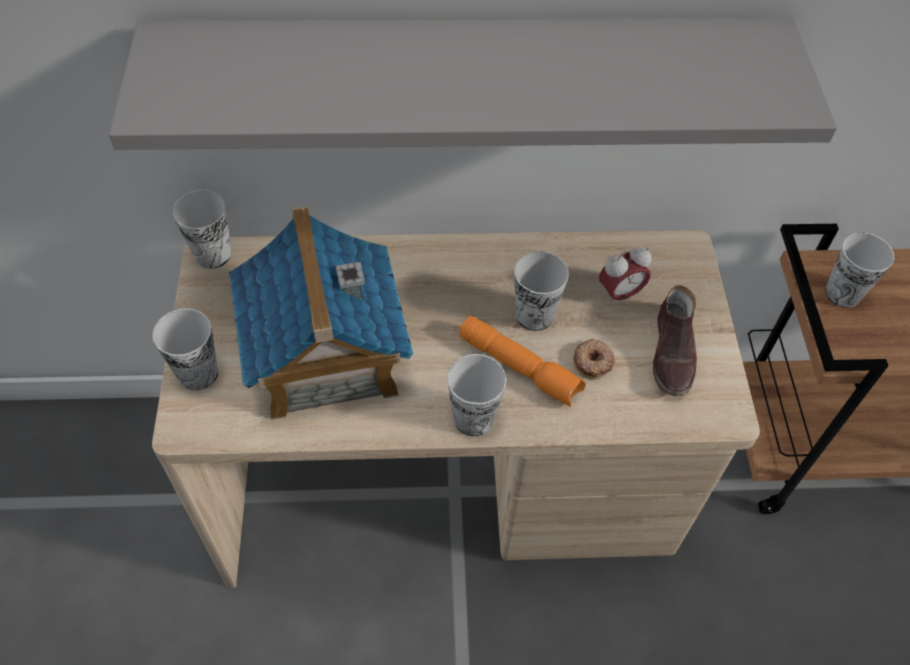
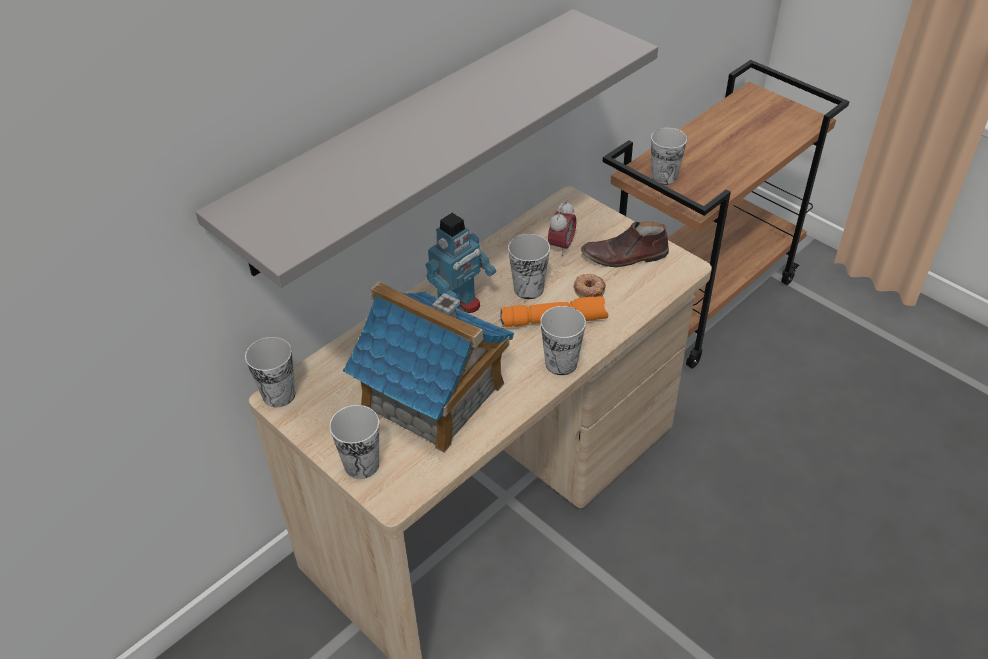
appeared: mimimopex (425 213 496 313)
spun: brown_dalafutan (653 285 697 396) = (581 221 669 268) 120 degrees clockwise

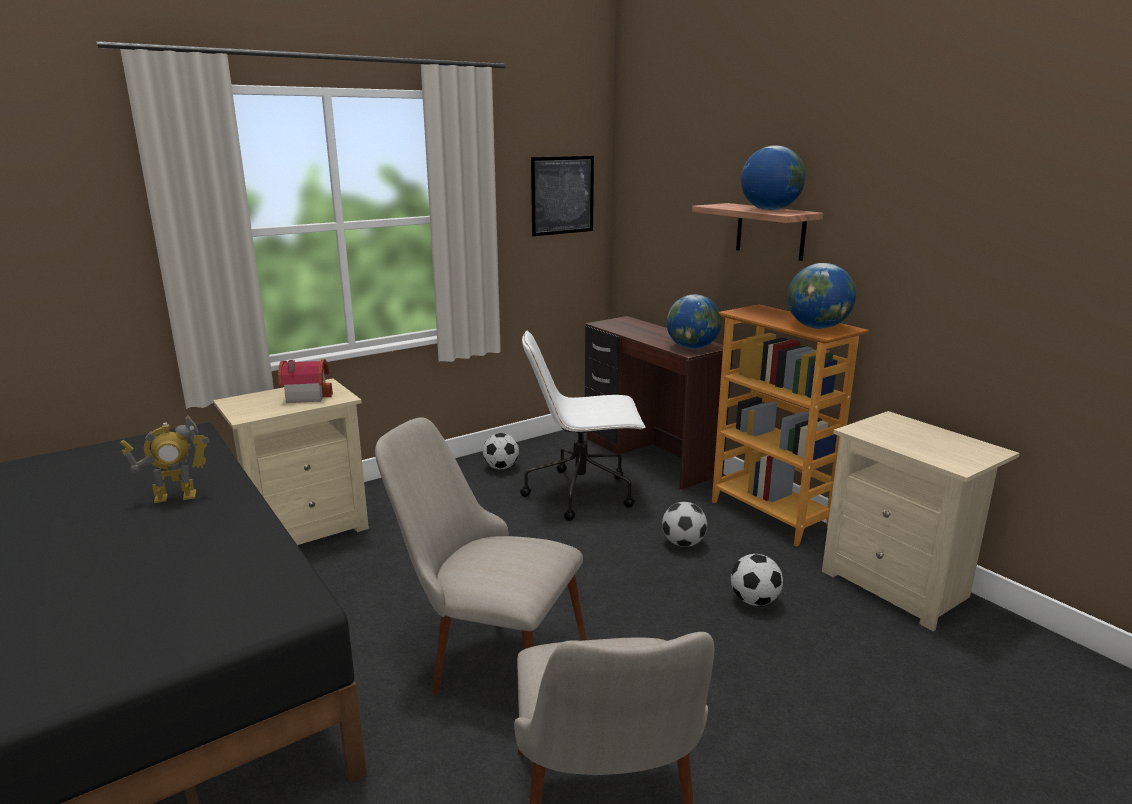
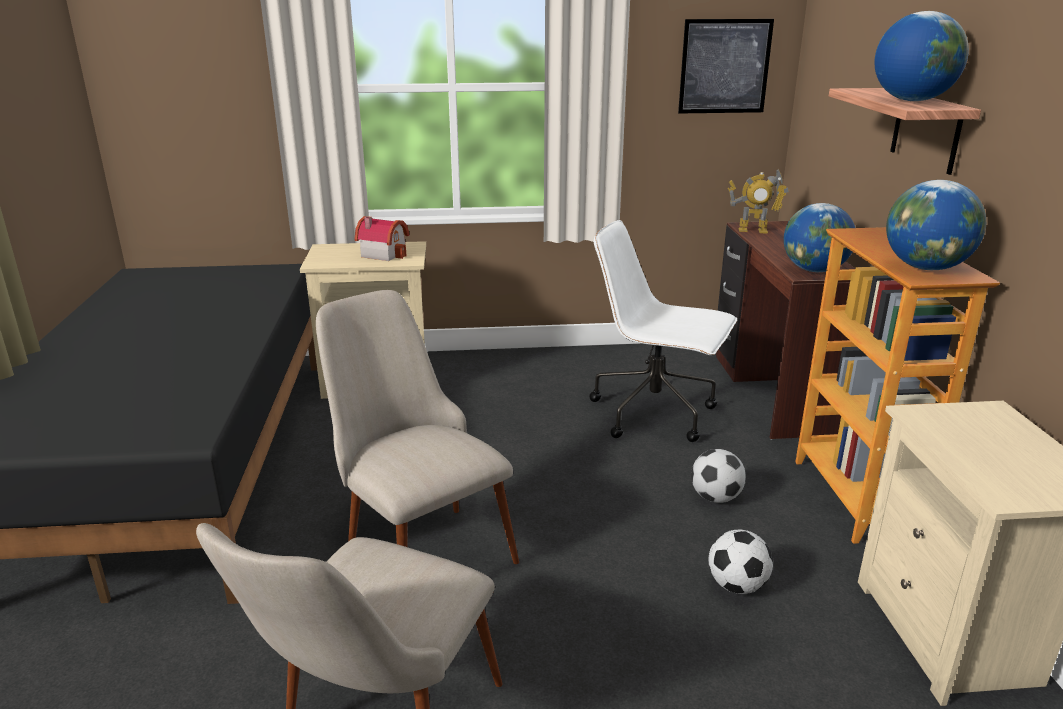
missing: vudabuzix (483 433 519 469)
relocated: mimimopex (120 415 210 503) to (728 168 789 234)

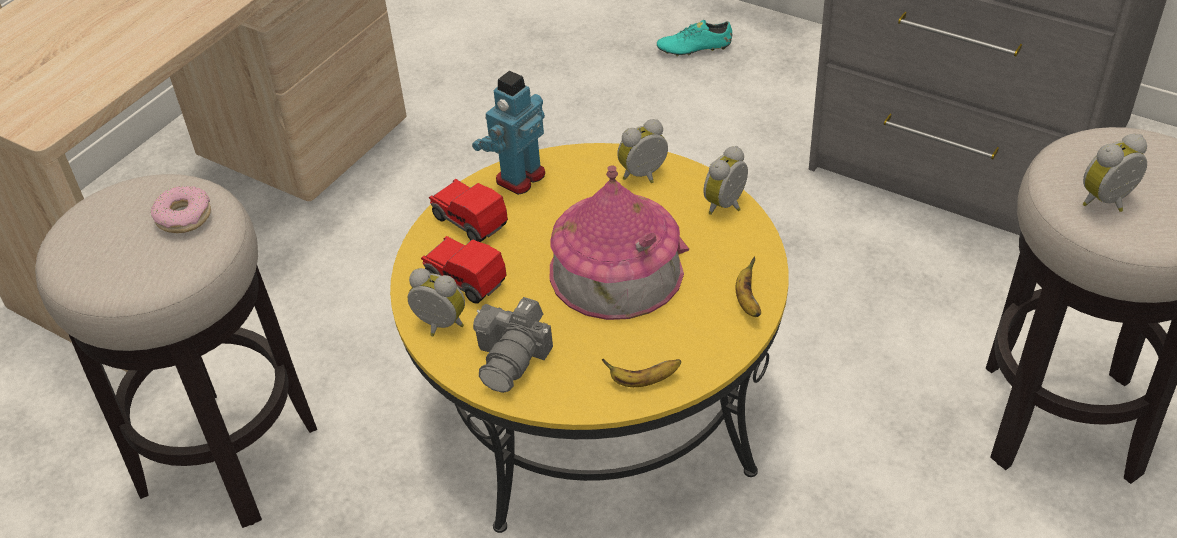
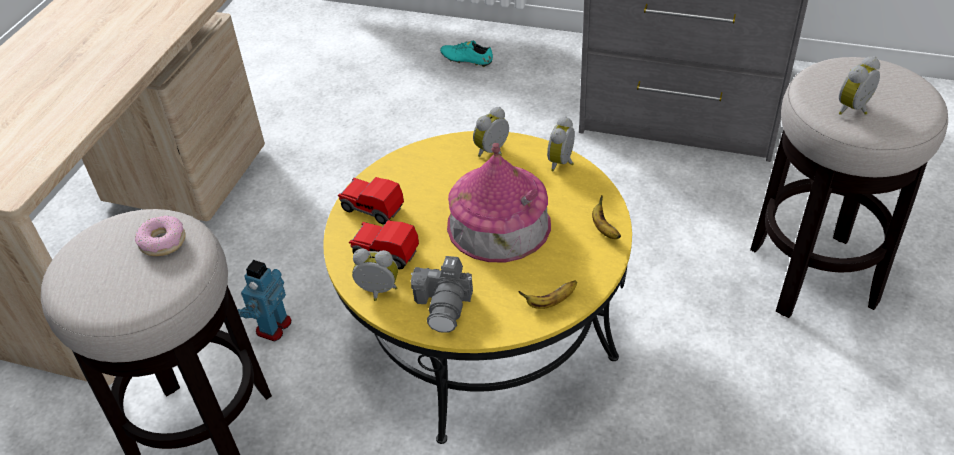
relocated: mimimopex (472 71 545 195) to (238 260 291 342)
spun: turquoise_dalafutan (657 20 732 56) = (440 41 493 67) 45 degrees clockwise

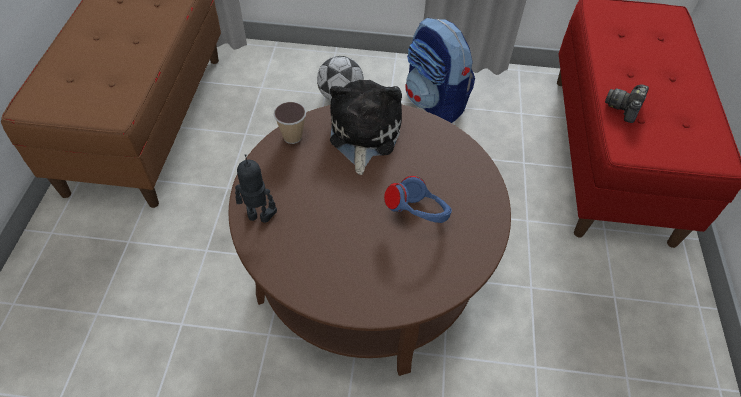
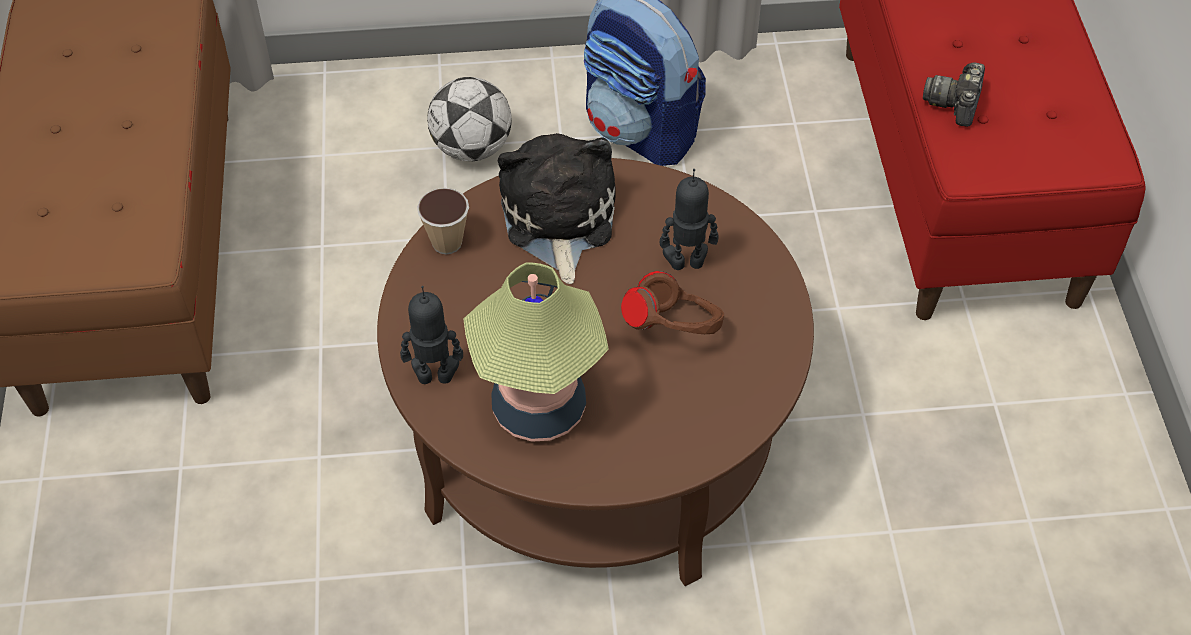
appeared: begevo (463 262 609 442); mimimopex (660 169 718 270)
colour: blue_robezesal (384 176 452 223) to brown_robezesal (621 271 724 334)

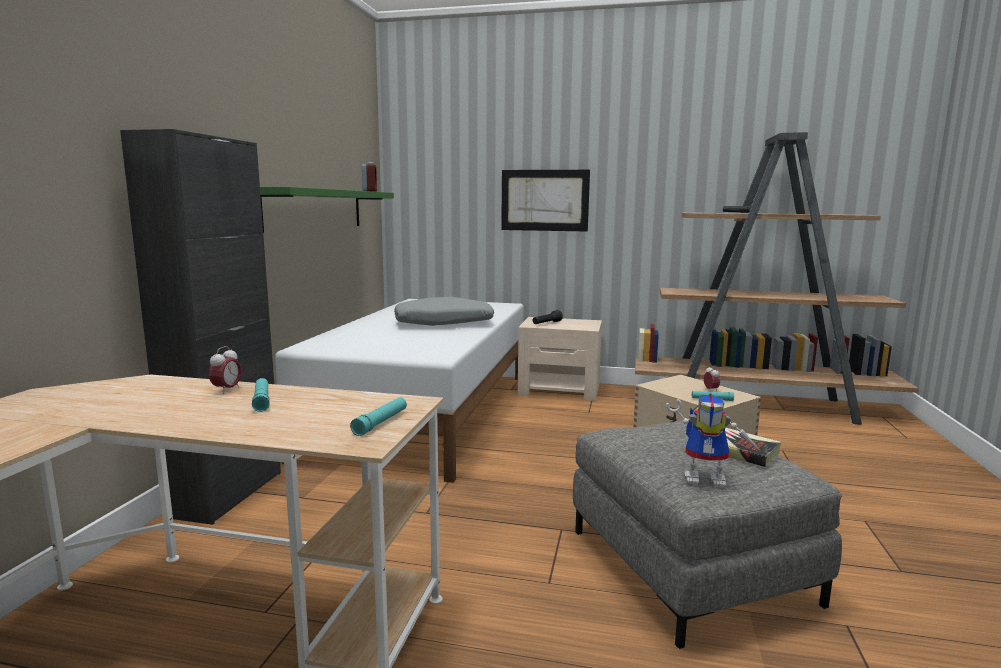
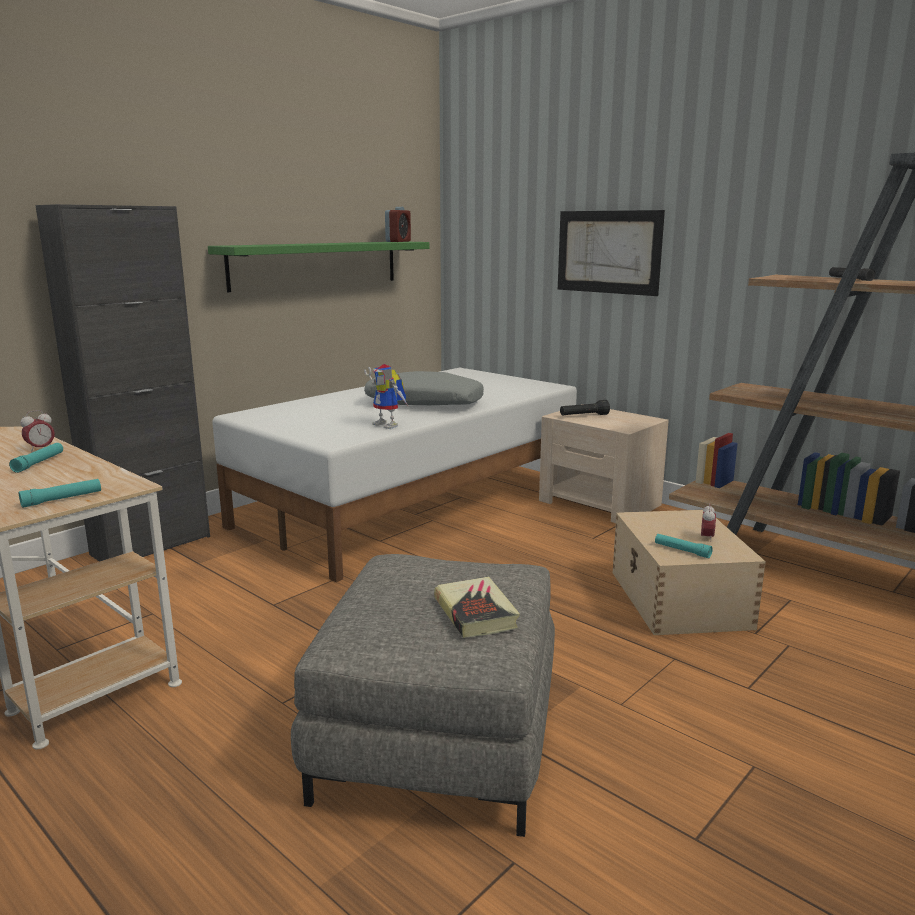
relocated: mimimopex (666 393 759 487) to (364 364 409 429)

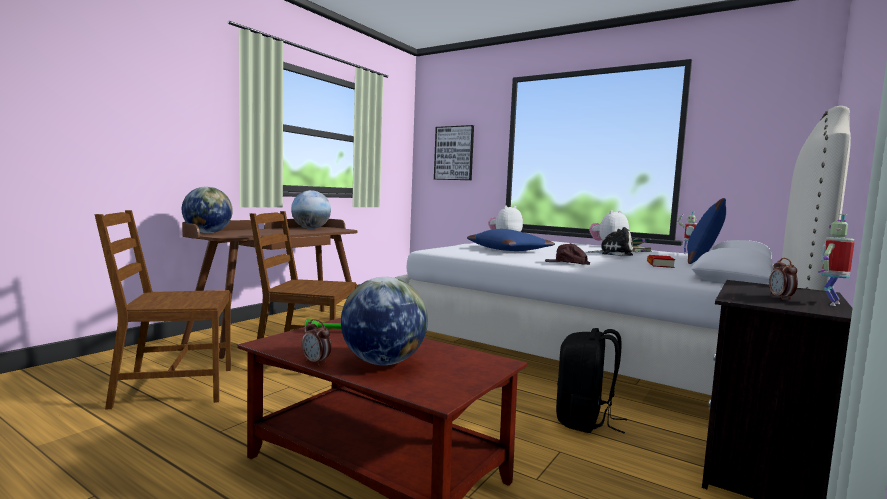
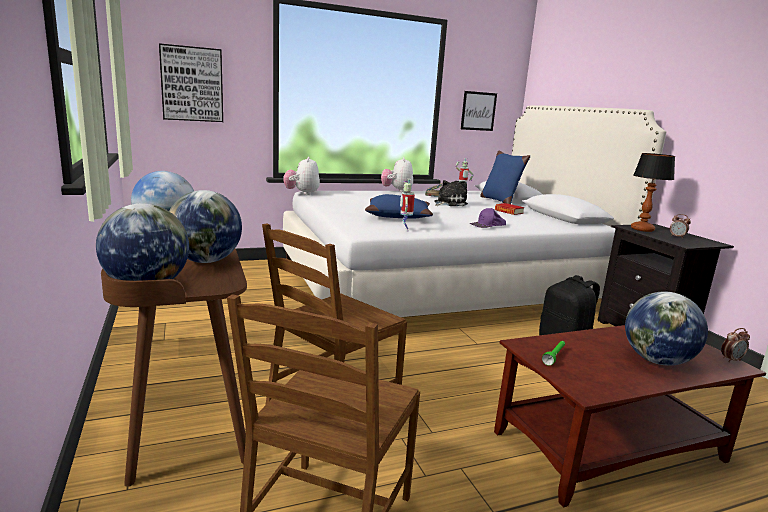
appeared: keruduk (169 190 242 263); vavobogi (461 91 497 131); begevo (631 153 675 232)
relocated: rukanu (302 319 331 366) to (721 328 750 362); mimimopex (818 214 854 306) to (400 179 415 231)
colour: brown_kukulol (545 243 590 265) to purple_kukulol (470 208 506 228)

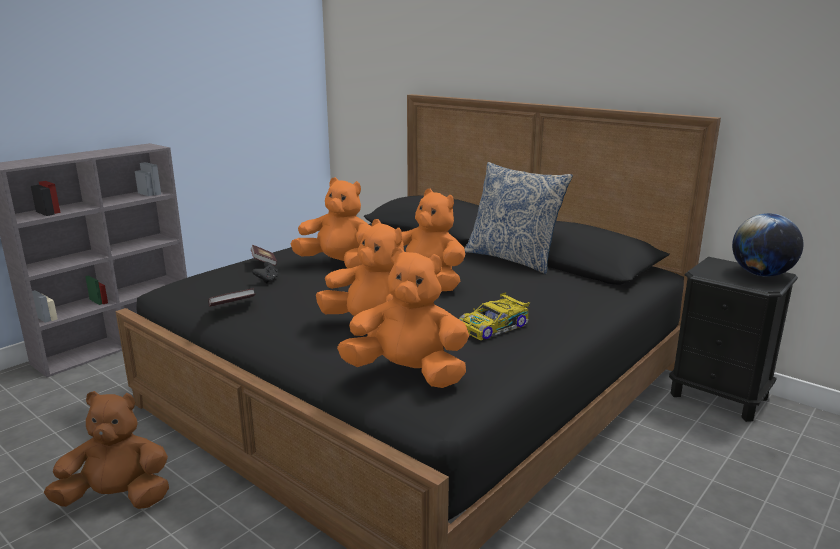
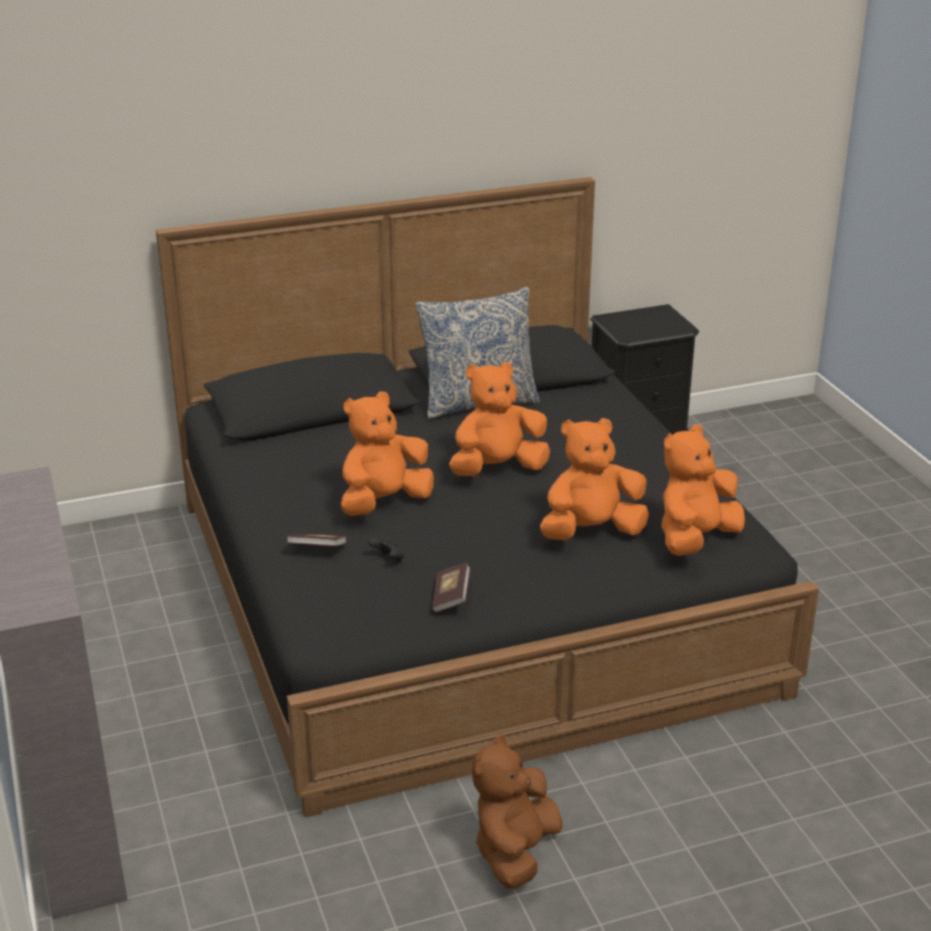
missing: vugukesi (459 292 530 340); keruduk (732 213 803 277)

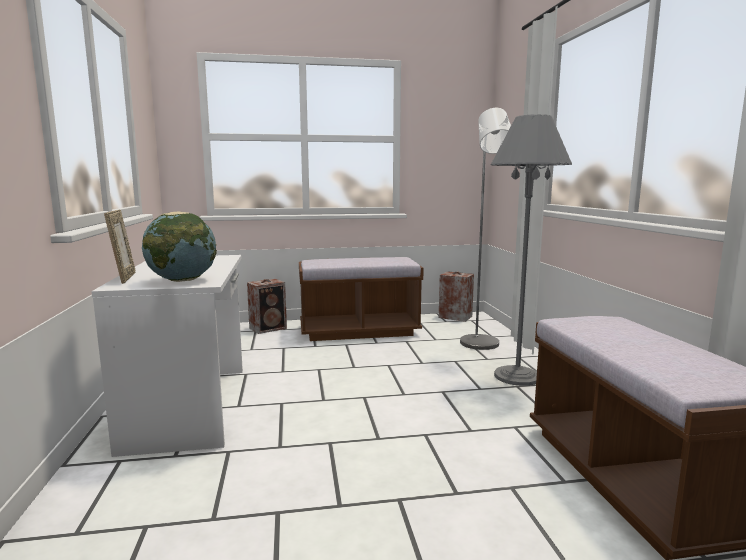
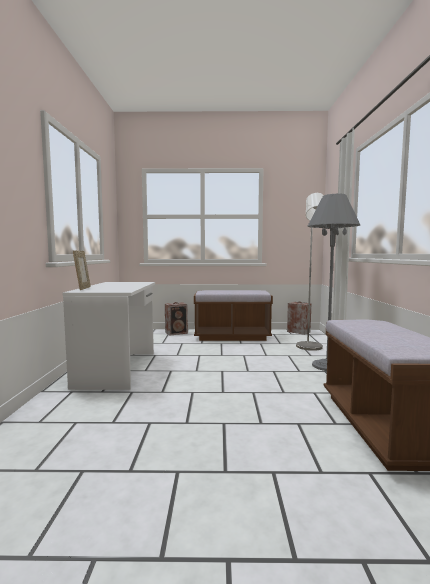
missing: keruduk (142 212 217 282)

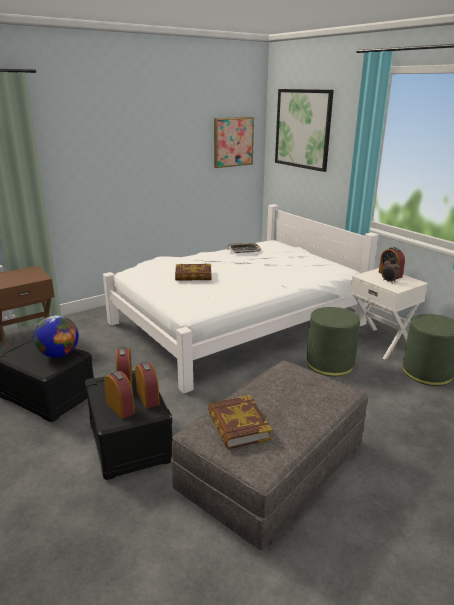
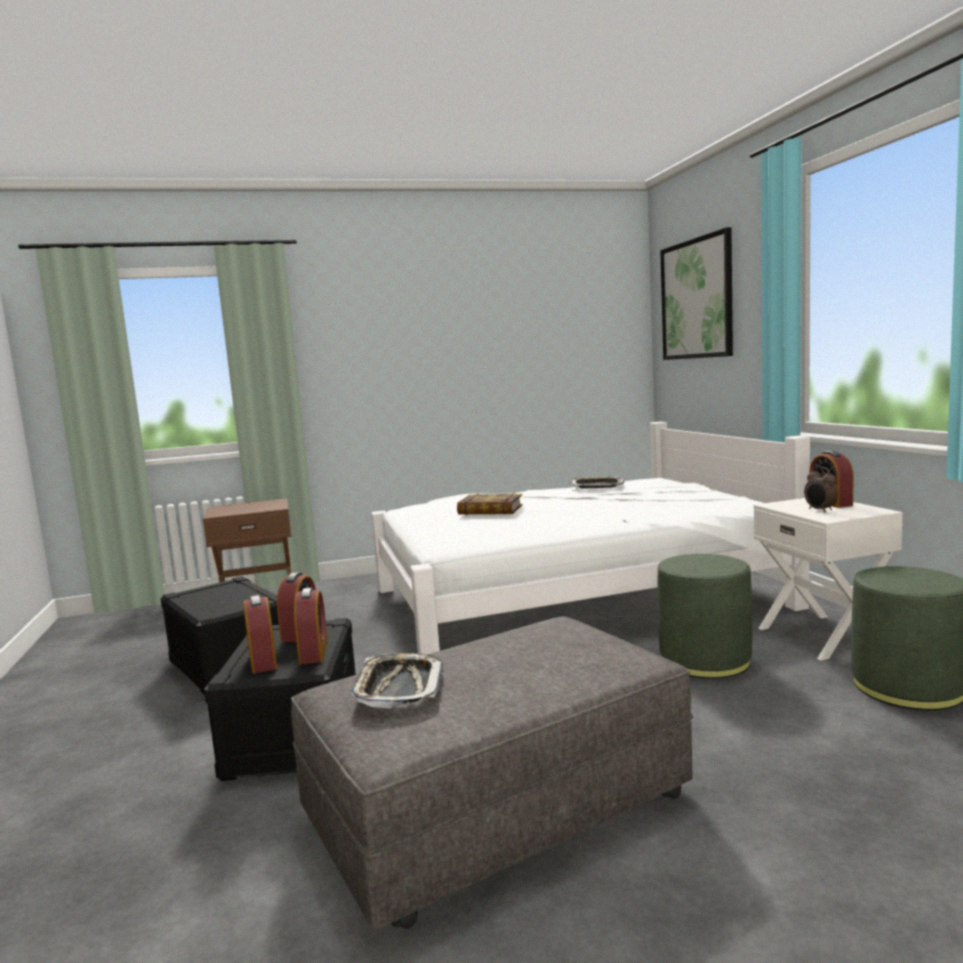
missing: keruduk (34 315 79 358); vavobogi (214 117 254 168)
exchanged: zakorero (208 395 272 449) to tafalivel (351 653 443 708)

